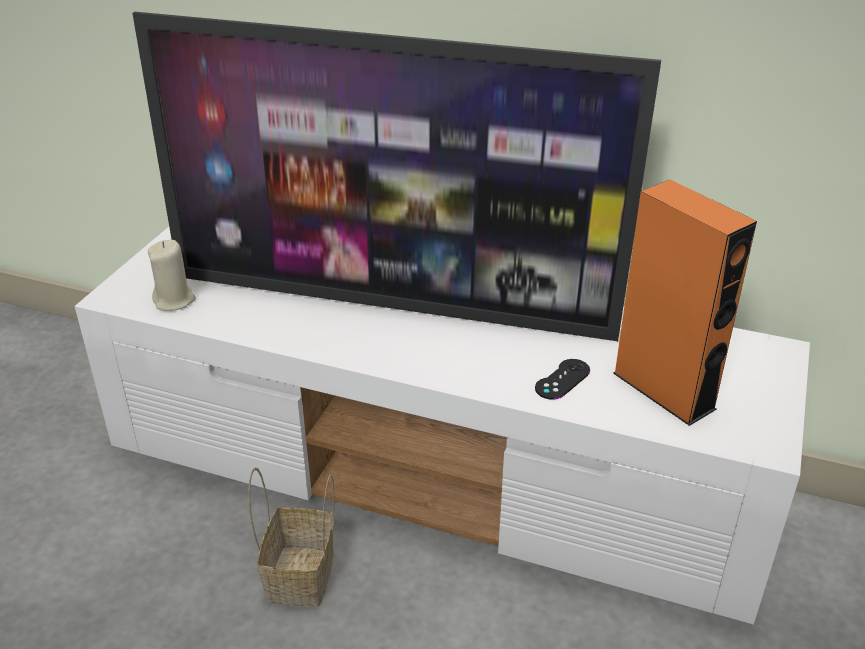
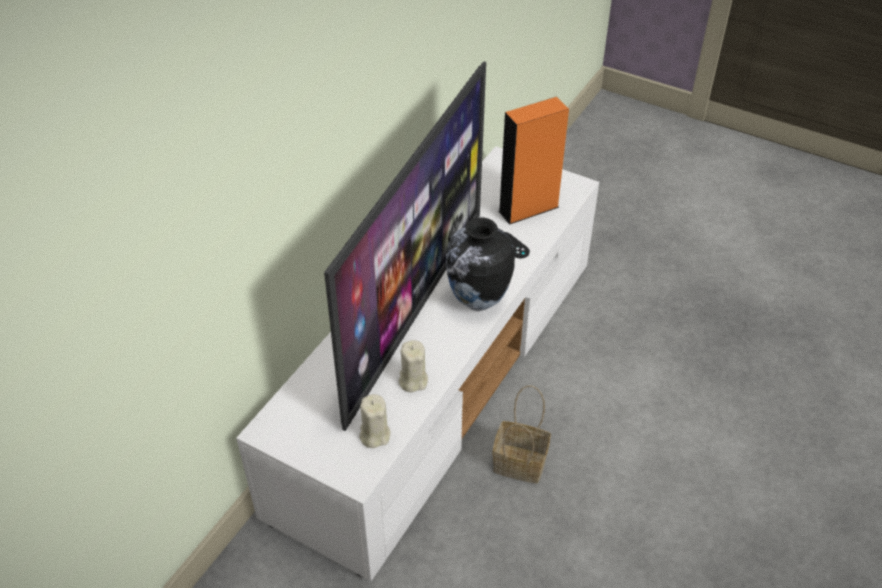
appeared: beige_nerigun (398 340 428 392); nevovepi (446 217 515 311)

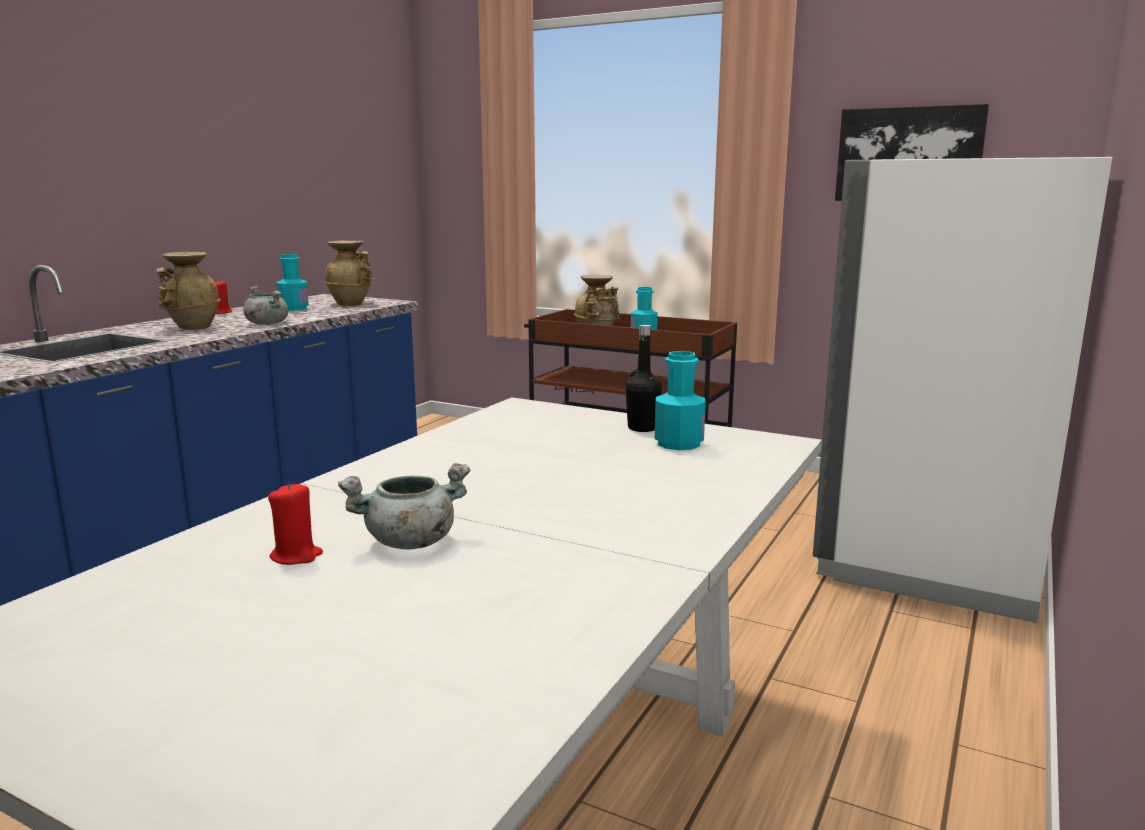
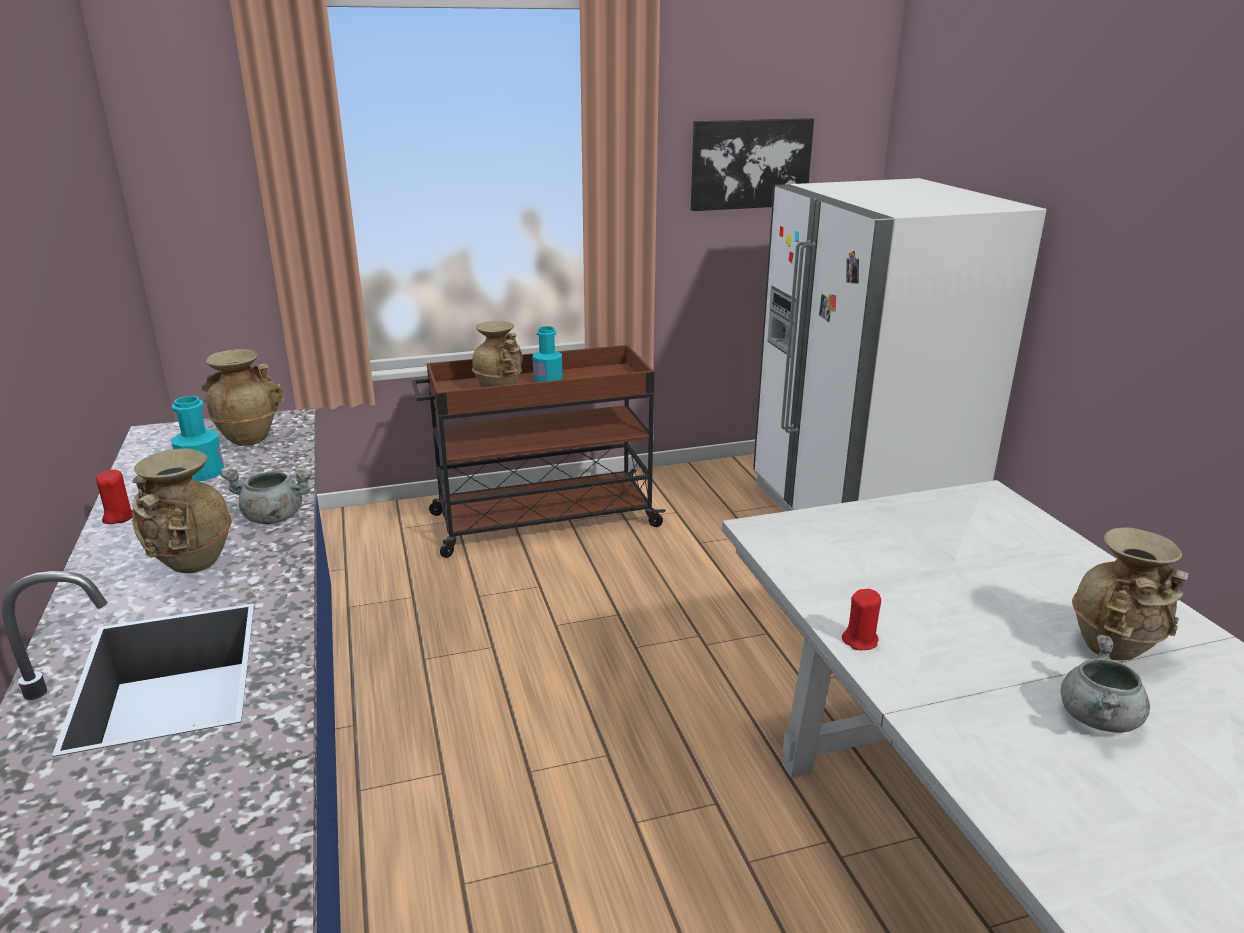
missing: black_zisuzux (625 325 662 432); turquoise_zisuzux (655 351 706 450)
appeared: beige_nevovepi (1072 527 1189 661)
relocated: red_nerigun (268 482 323 565) to (842 589 881 650)

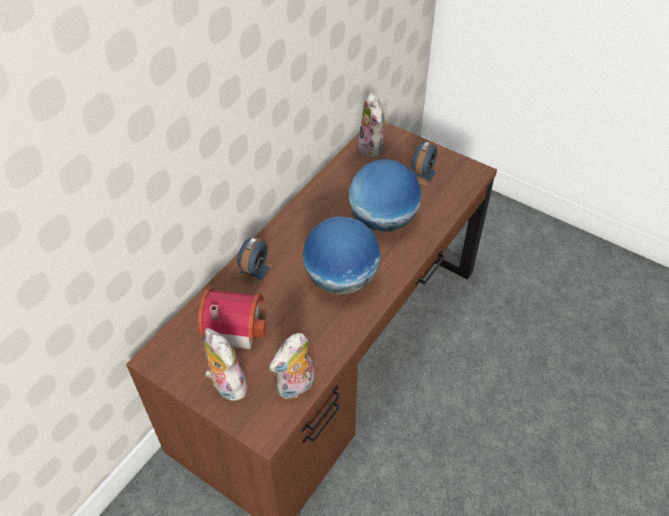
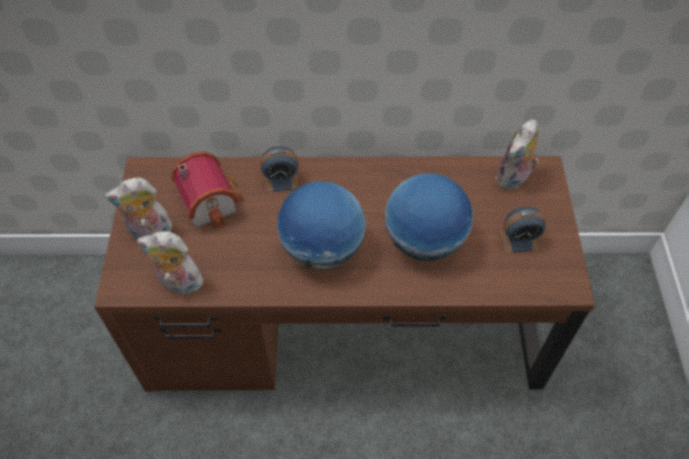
spun: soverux (204 328 250 401) = (105 177 172 239) 120 degrees counterclockwise

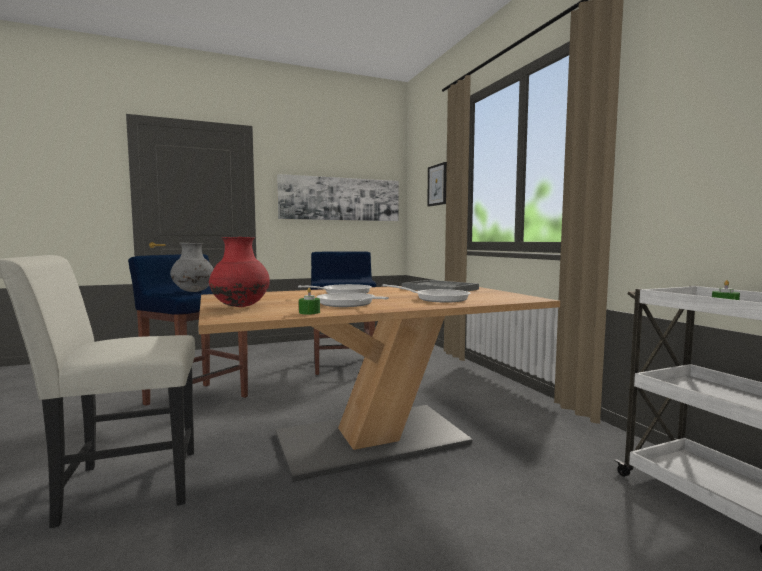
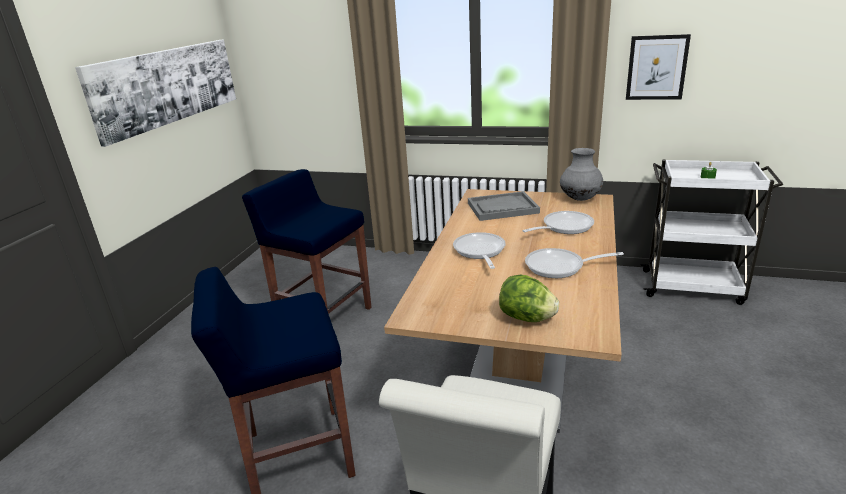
missing: green_nerigun (299 288 320 315)
relocated: grey_nevovepi (170 243 214 292) to (560 148 603 201); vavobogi (427 162 447 207) to (626 34 691 100)
exchanged: red_nevovepi (209 237 270 307) to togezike (499 275 559 322)

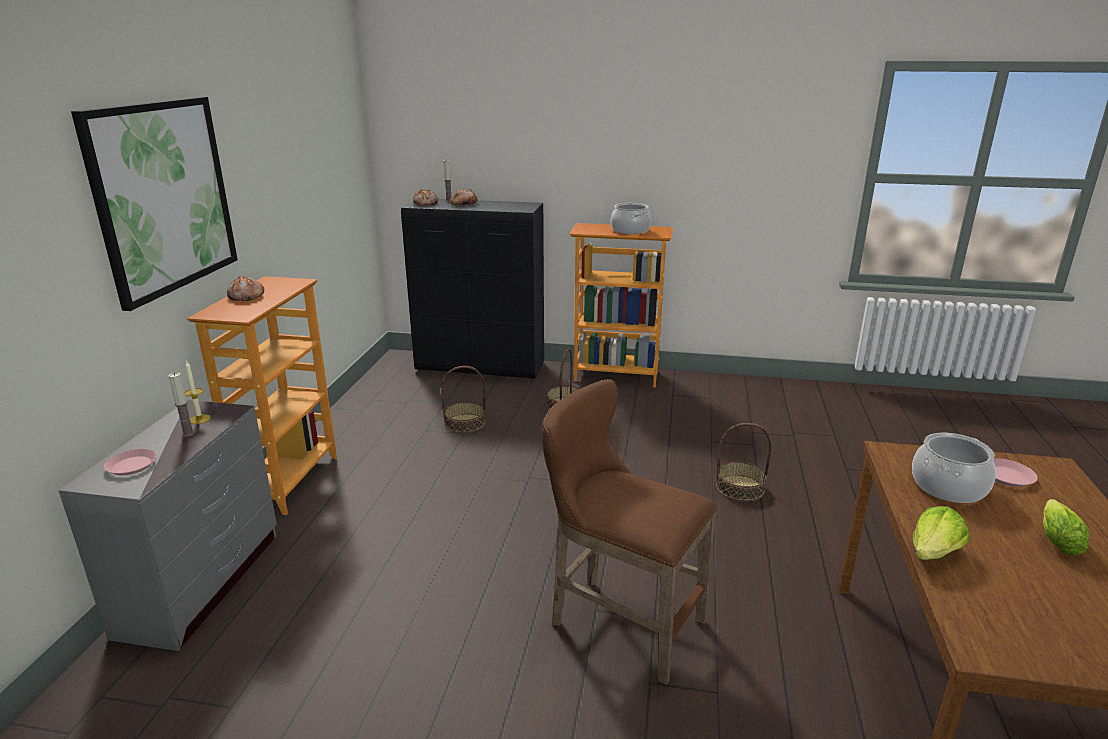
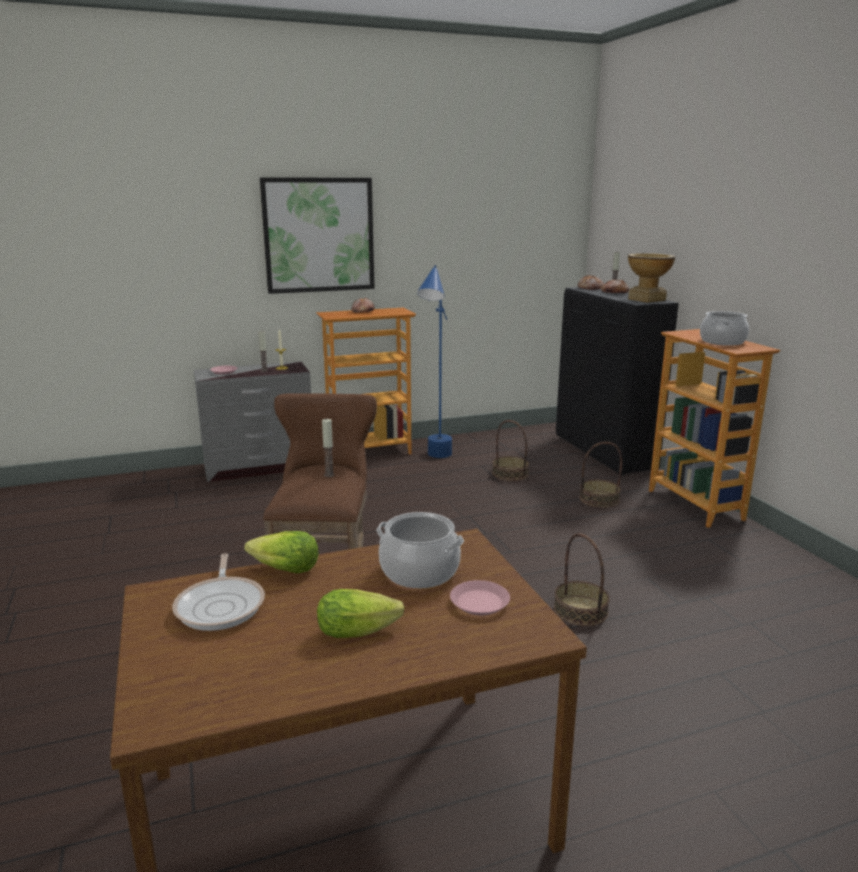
appeared: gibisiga (172 553 265 631); nerigun (322 419 335 477); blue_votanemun (417 265 452 458); nevovepi (628 253 675 303)

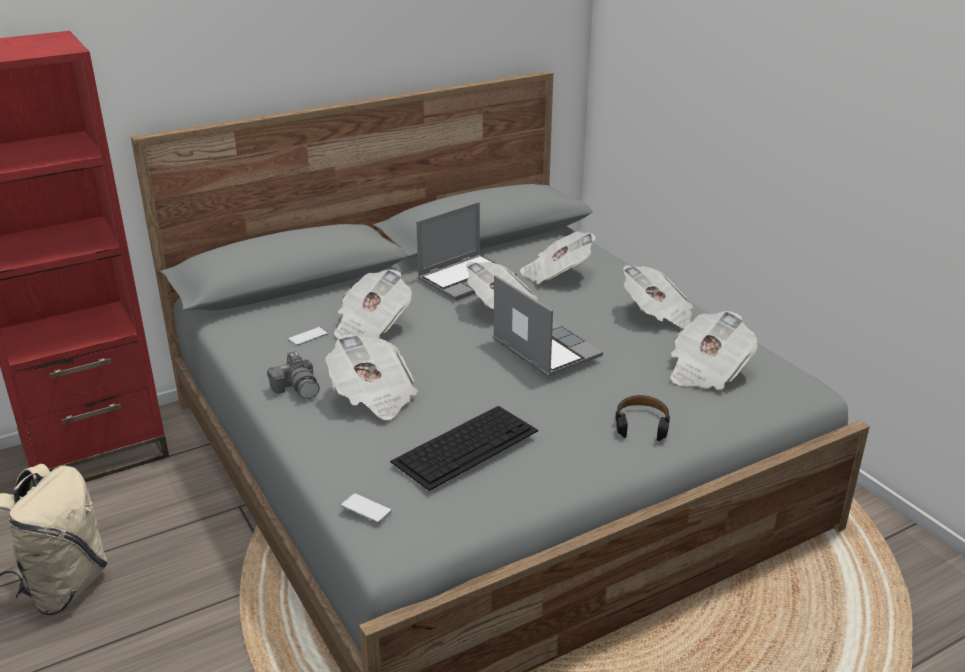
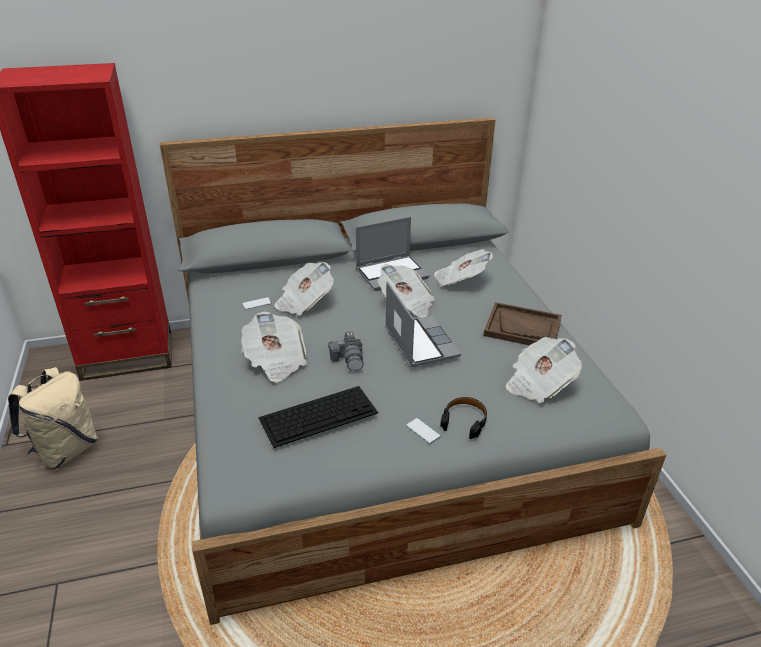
relocated: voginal (267 351 320 399) to (328 331 364 371); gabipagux (341 493 392 523) to (406 418 441 444)
exchanged: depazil (623 265 693 329) to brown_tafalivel (483 302 562 346)

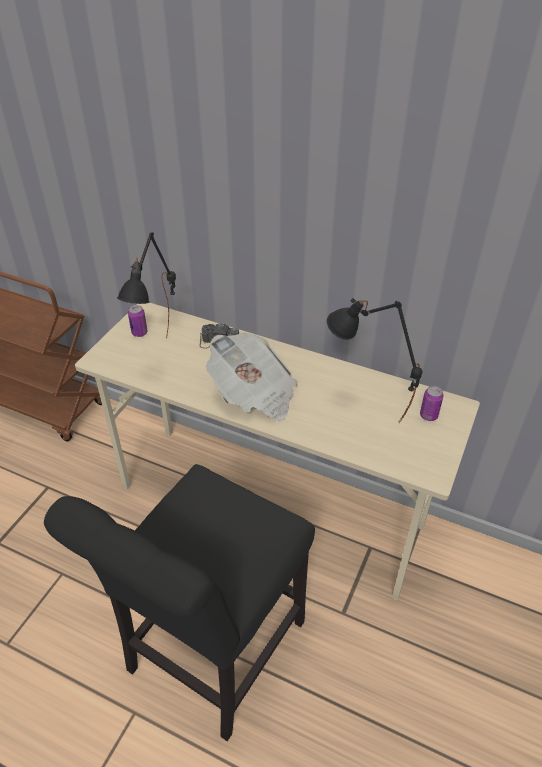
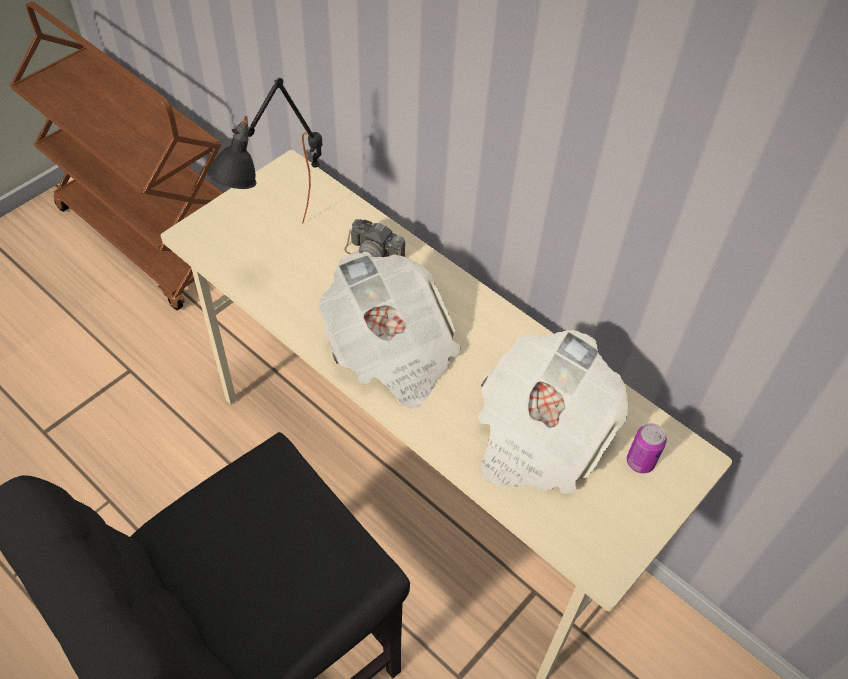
missing: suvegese (128 305 148 337)
exchanged: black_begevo (327 298 423 423) to depazil (477 330 628 494)

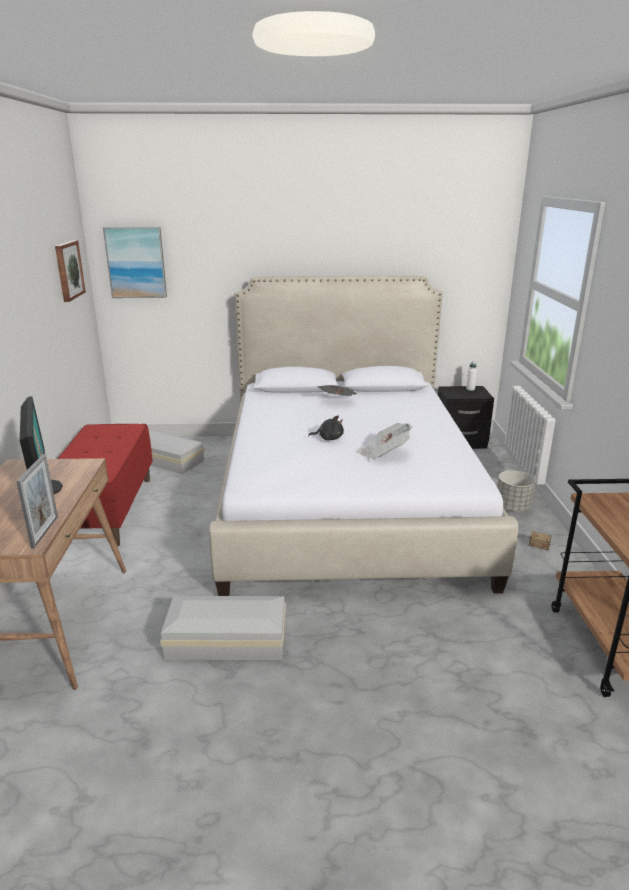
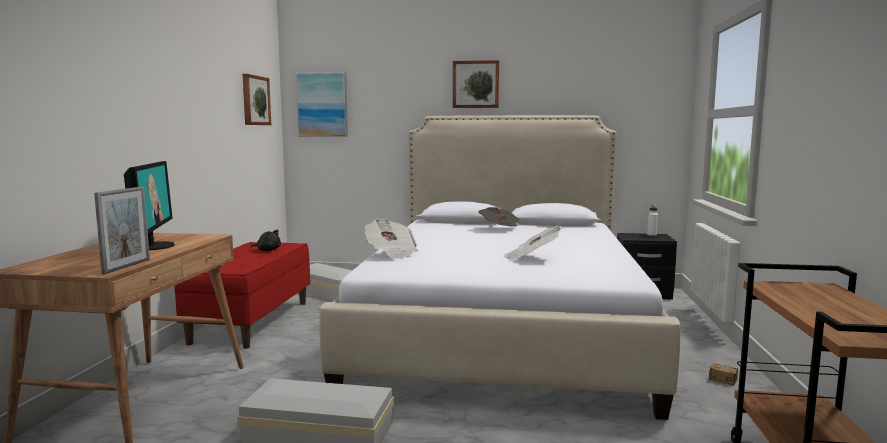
missing: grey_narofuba (497 470 536 512)
appeared: depazil (365 219 418 259); vavobogi (453 60 499 108)
relocated: black_soverux (308 416 344 440) to (250 230 281 251)

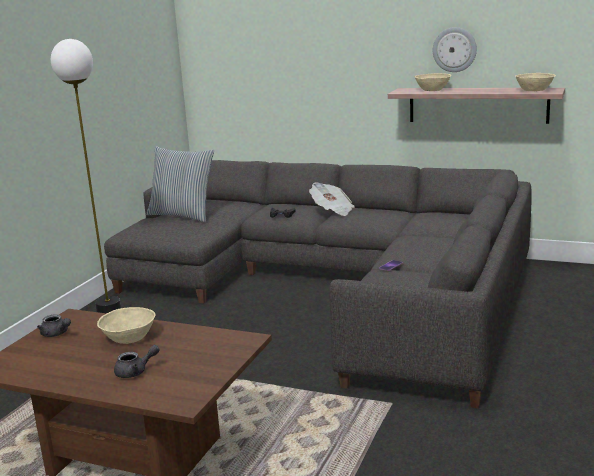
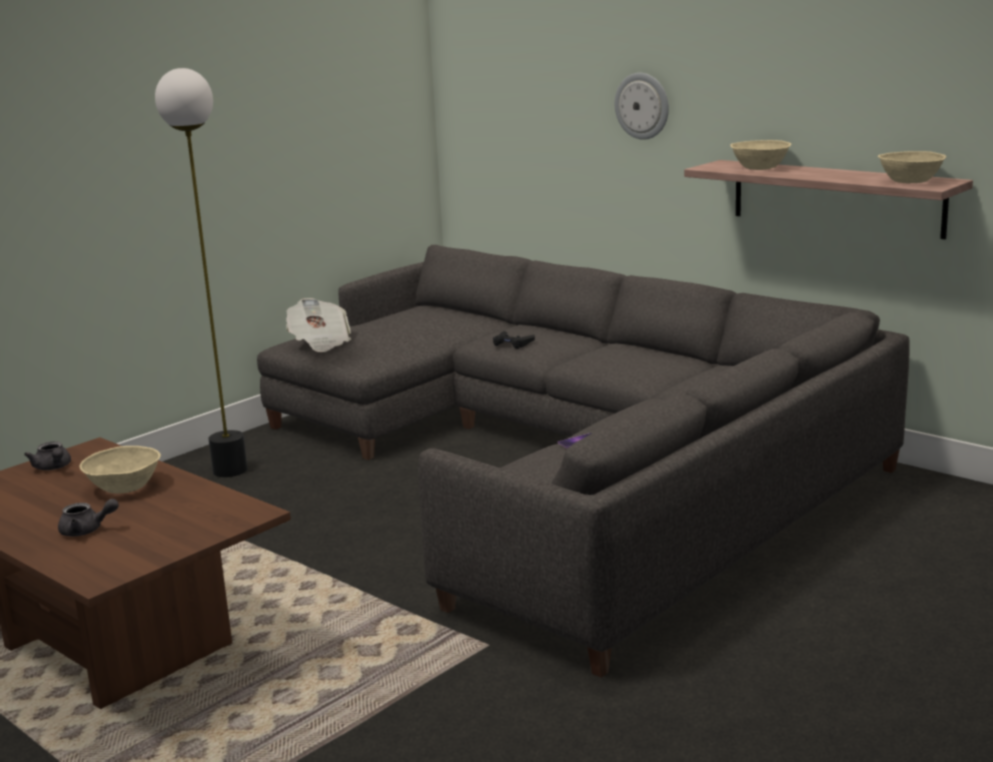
missing: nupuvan (146 146 214 222)
relocated: depazil (309 183 355 216) to (286 298 351 352); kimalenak (433 27 477 72) to (615 73 669 140)

